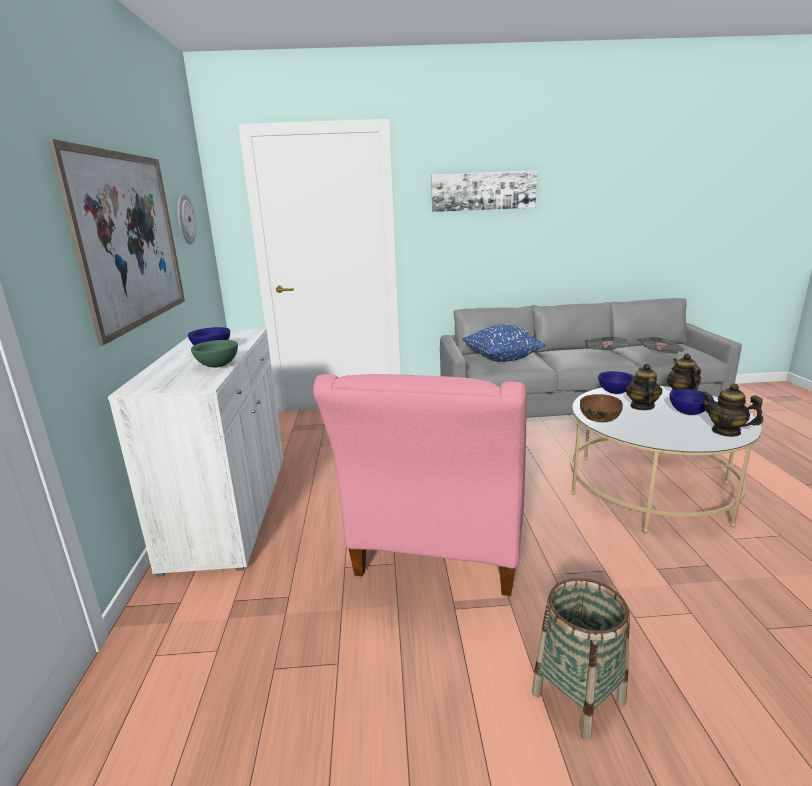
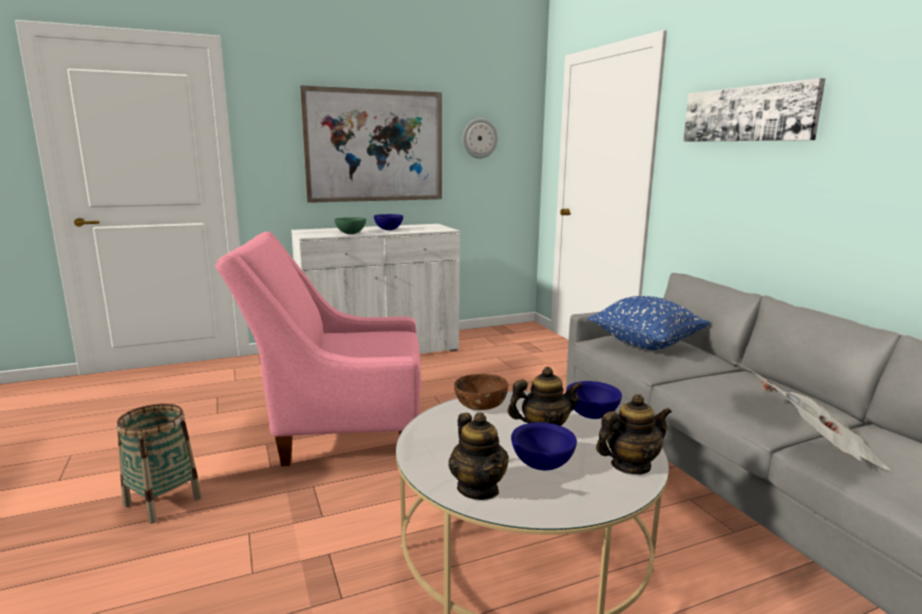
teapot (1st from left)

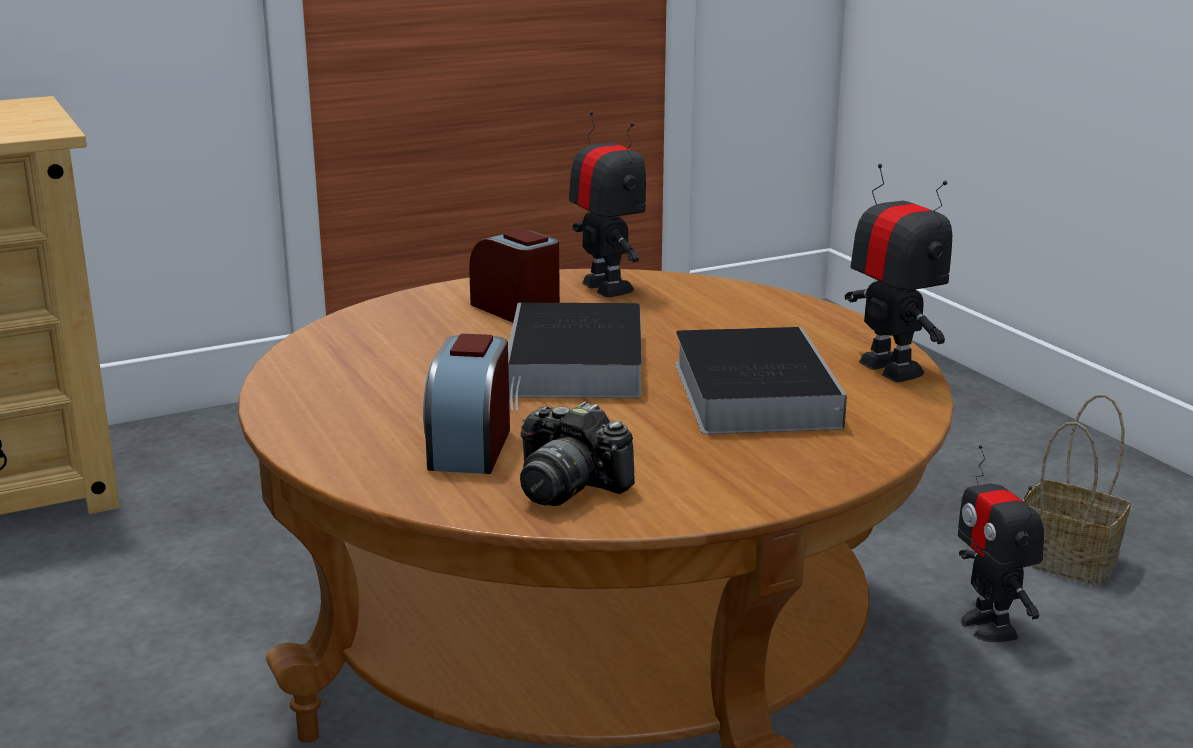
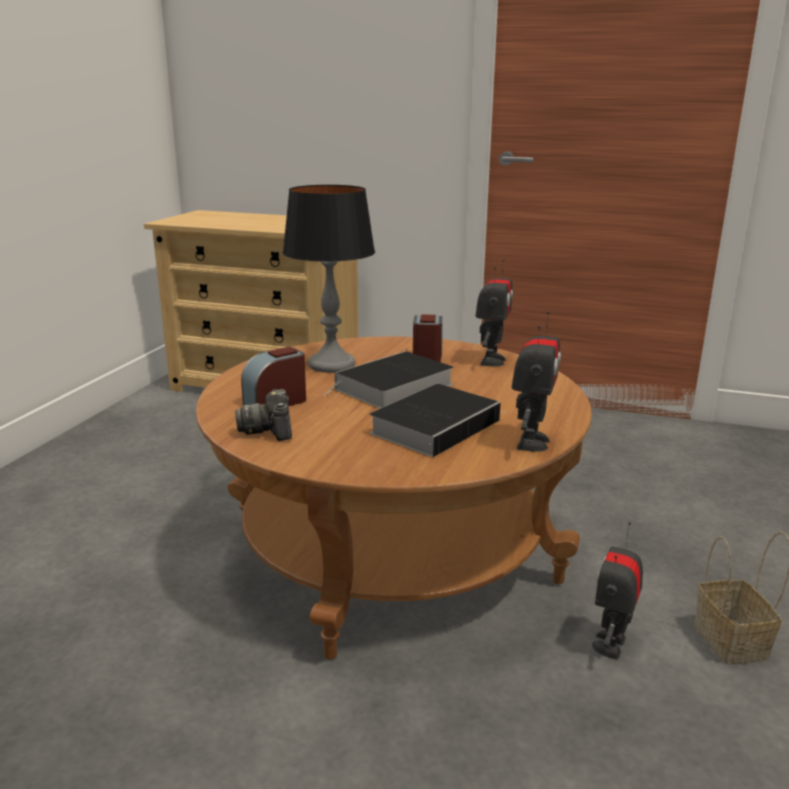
table lamp

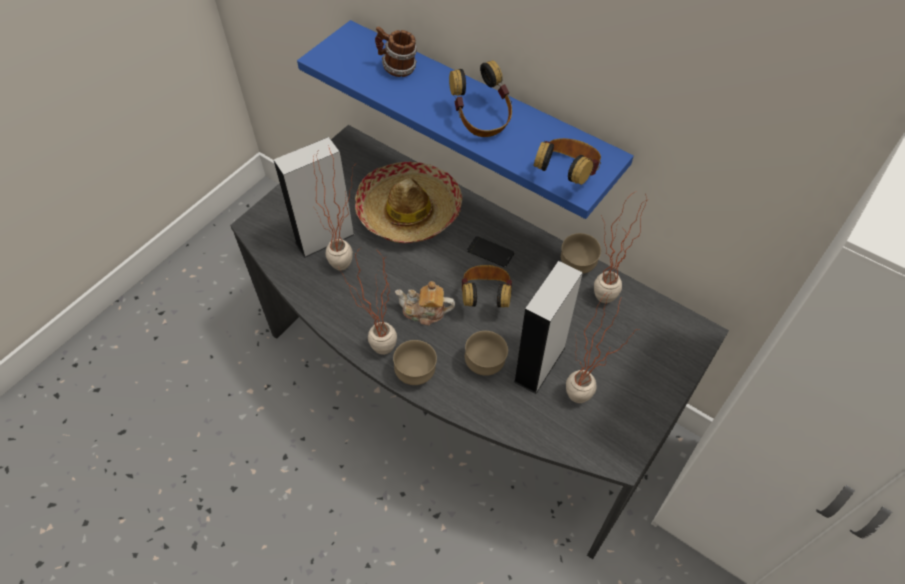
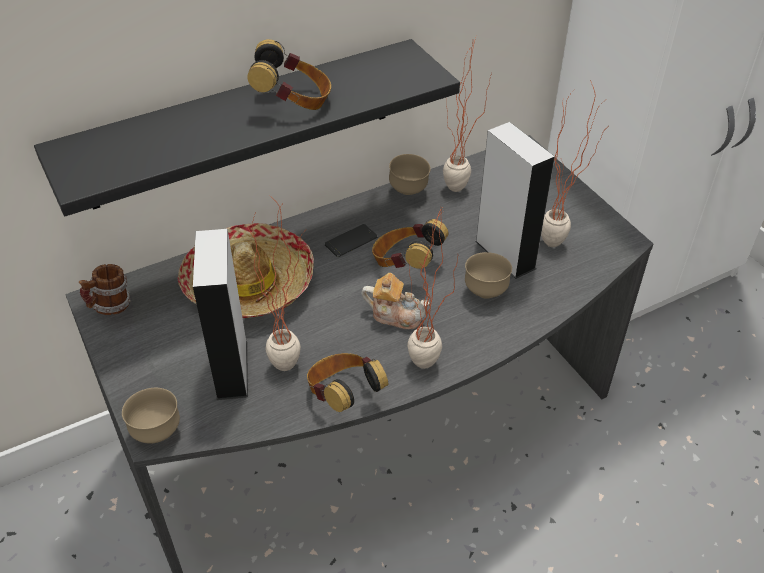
black shelf; mug; brown bowl (1st from left); teapot; headphones (2nd from left)

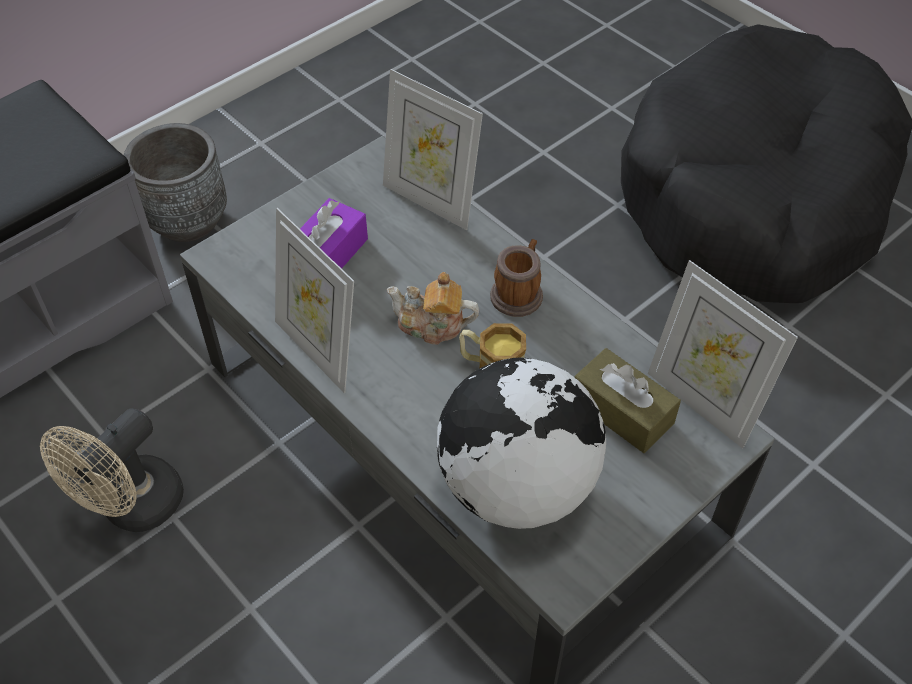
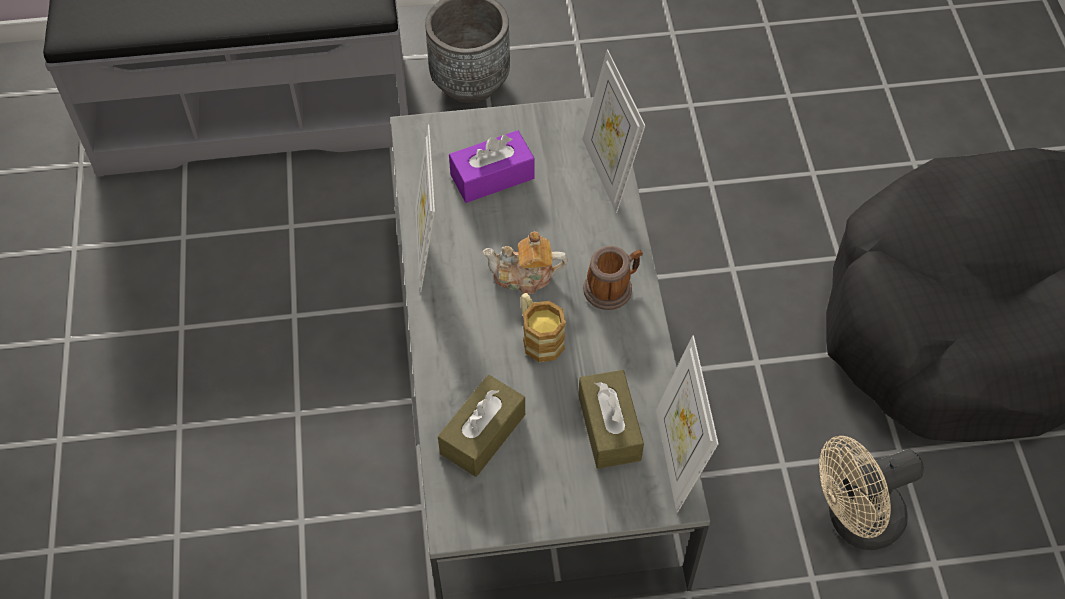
beige fan; teapot; brown tissue box (1st from left)

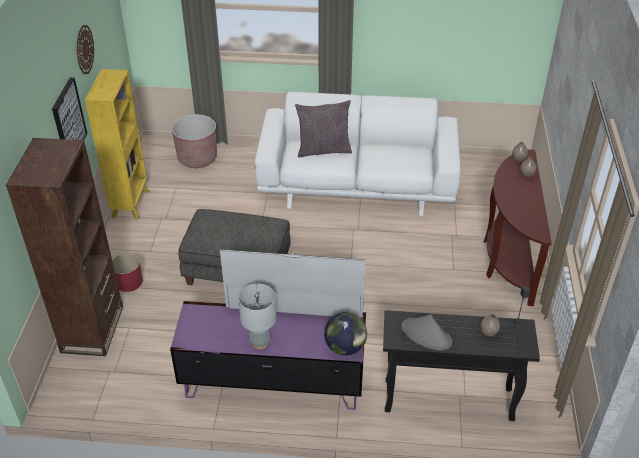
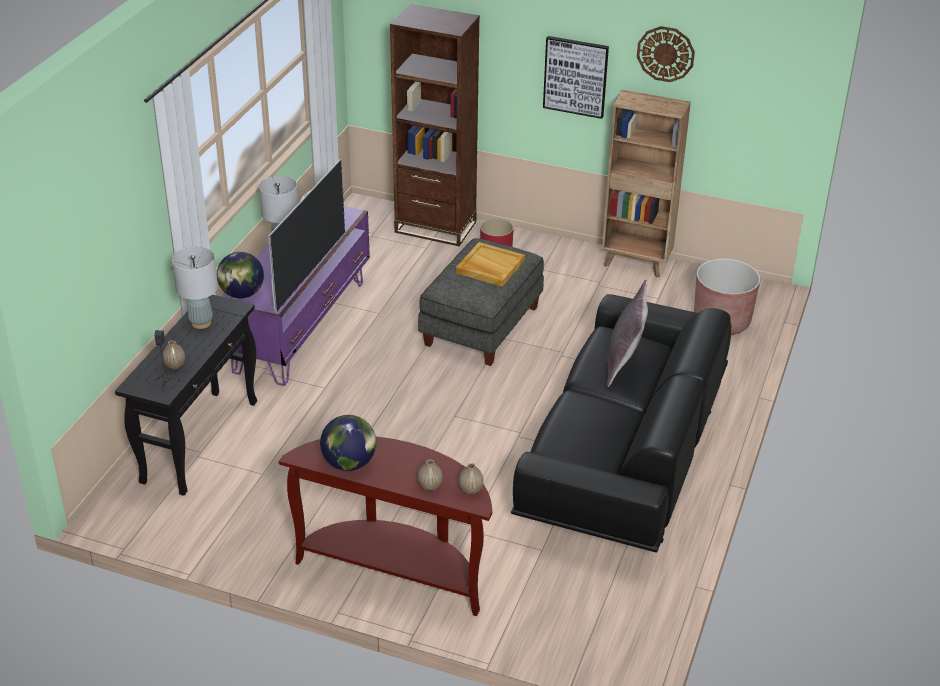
brown bookcase (2nd from left); black sofa; grey table lamp (1st from left); globe (2nd from left); beige tray

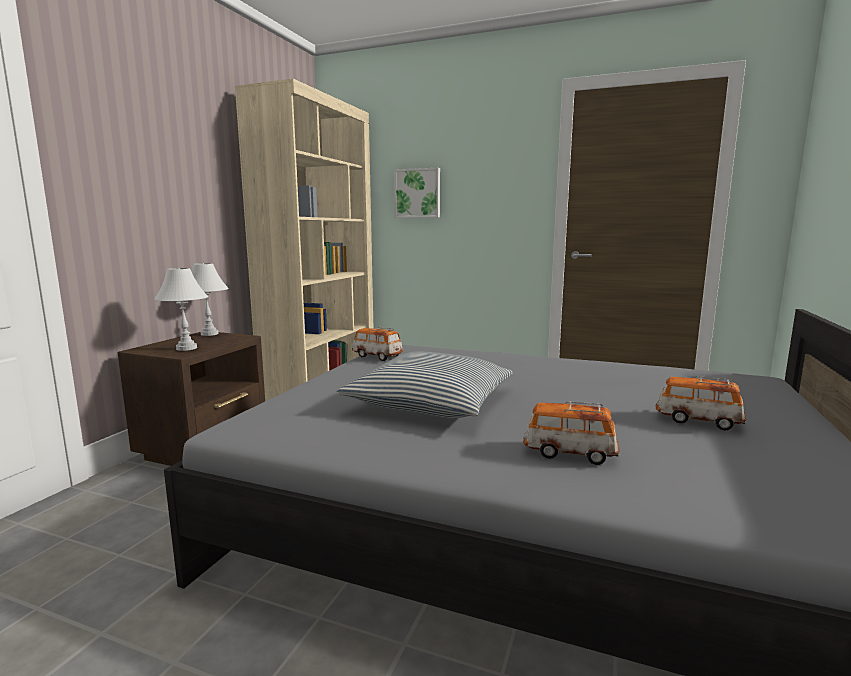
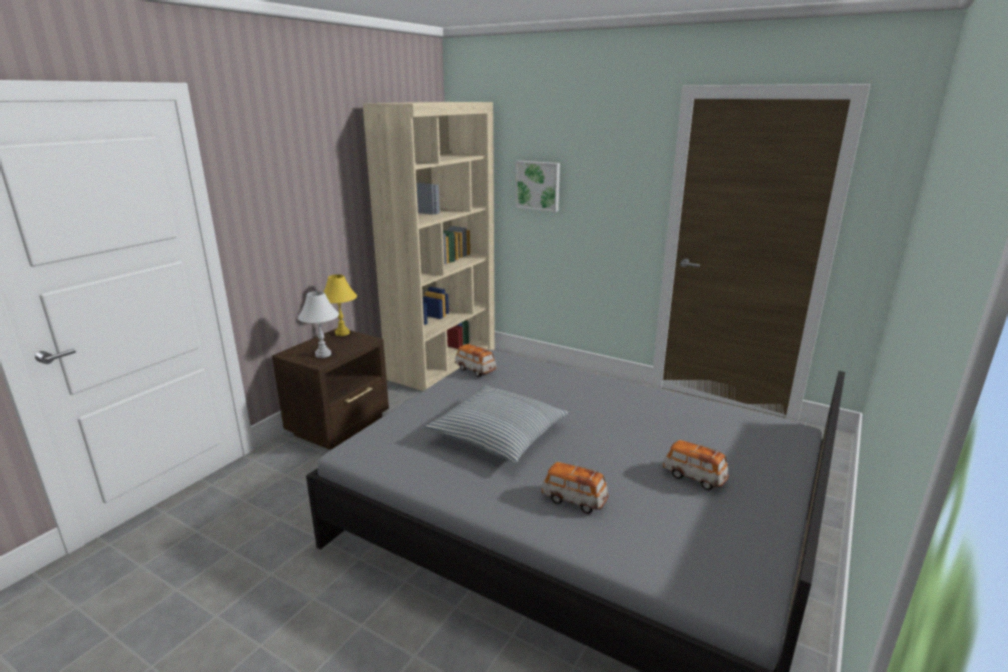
yellow table lamp

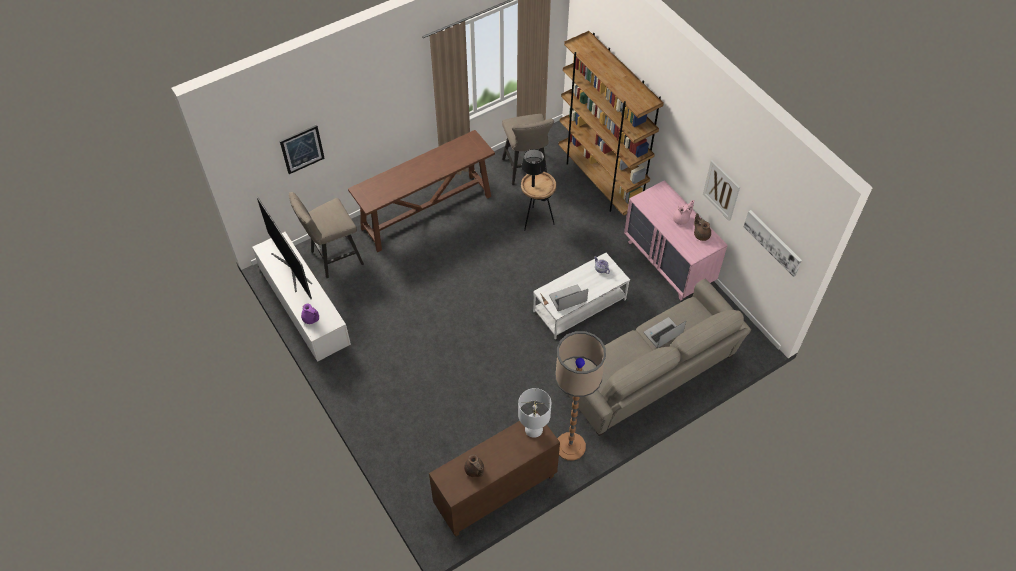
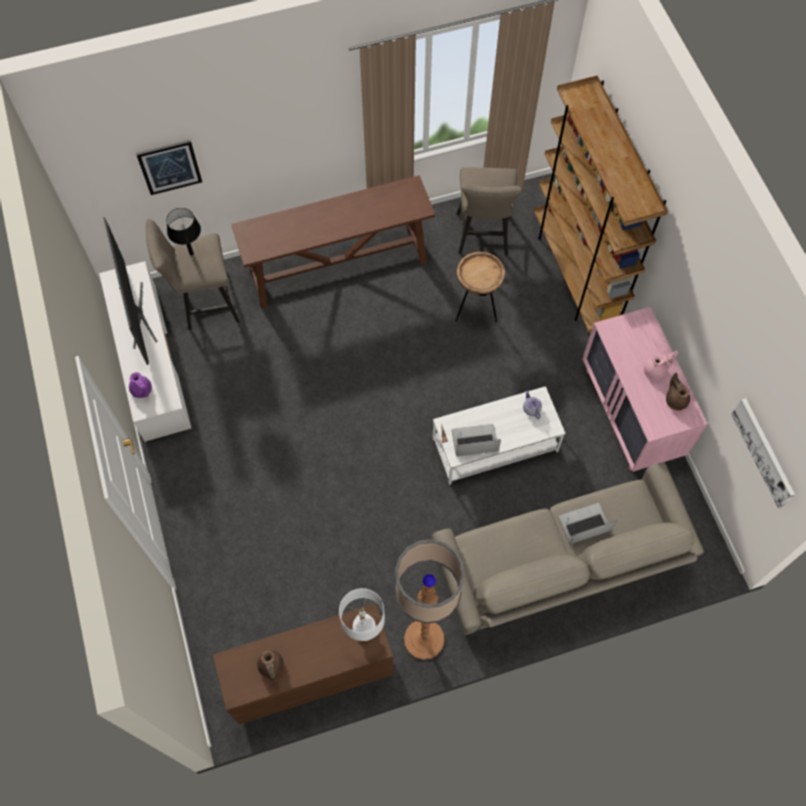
black table lamp; picture (2nd from left in the first image)

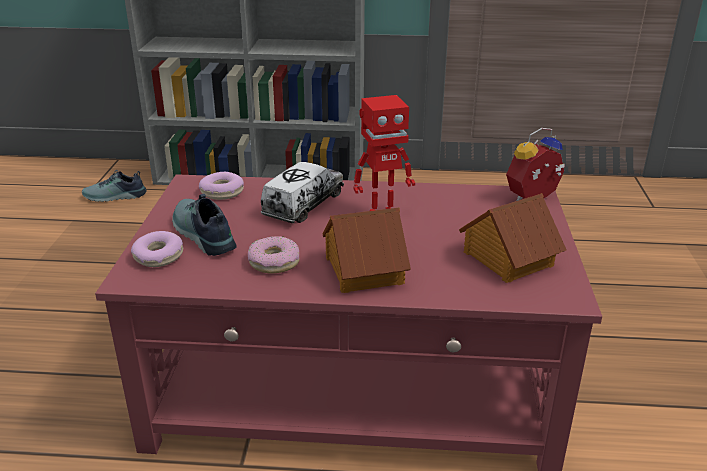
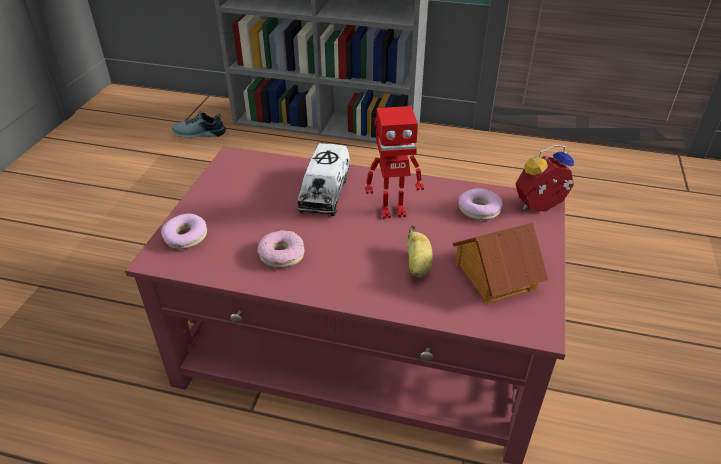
shoe (2nd from left in the first image); donut (3rd from left); toy truck; toy house (1st from left in the first image); banana

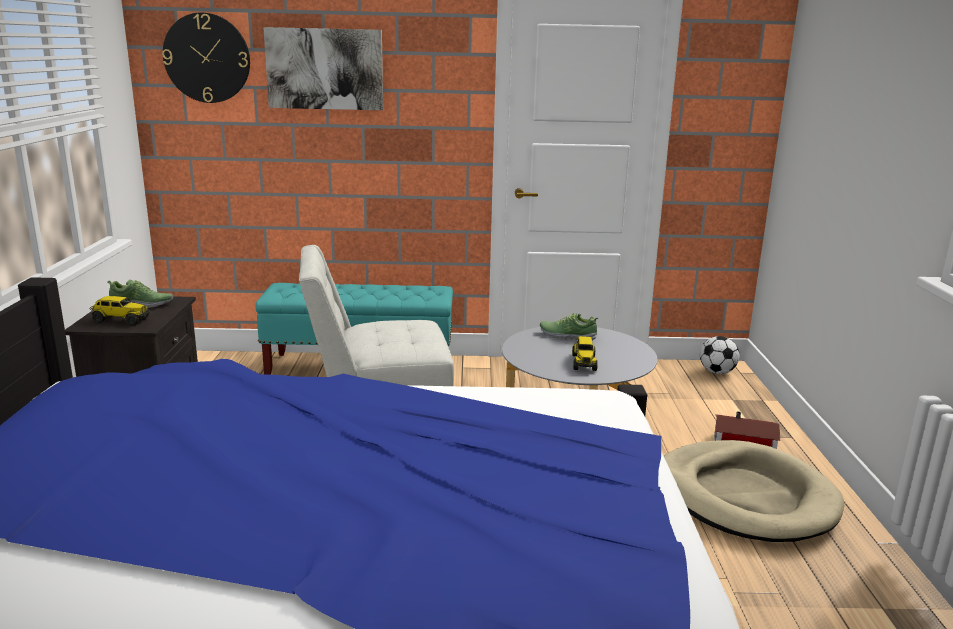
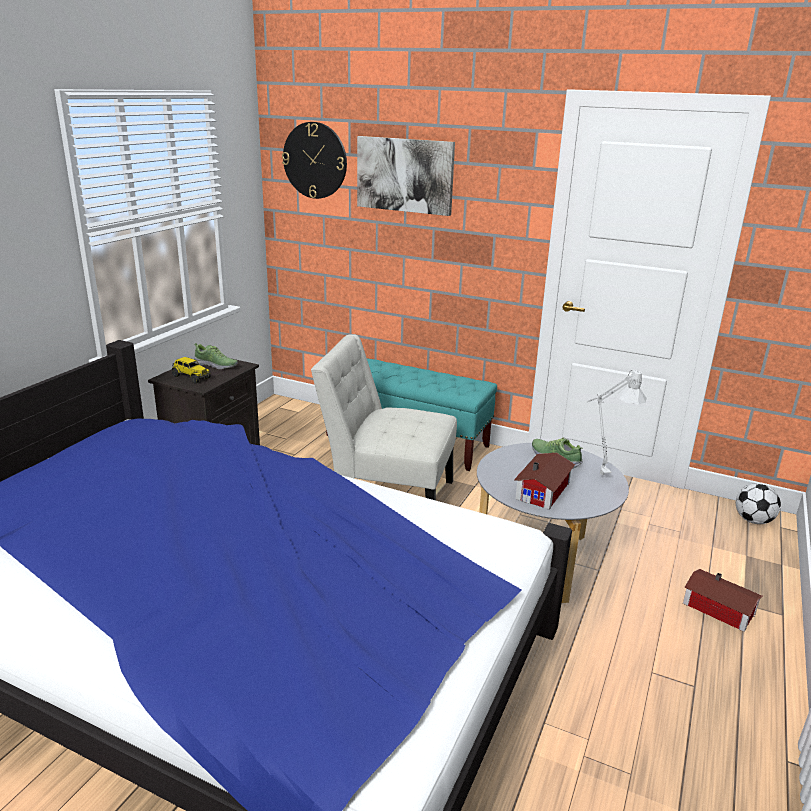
toy house (1st from left); beige dog bed; grey table lamp

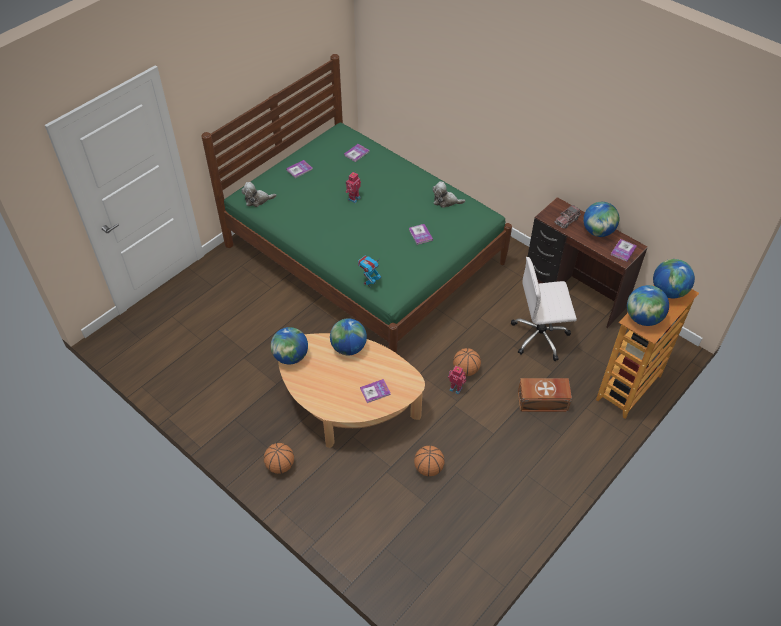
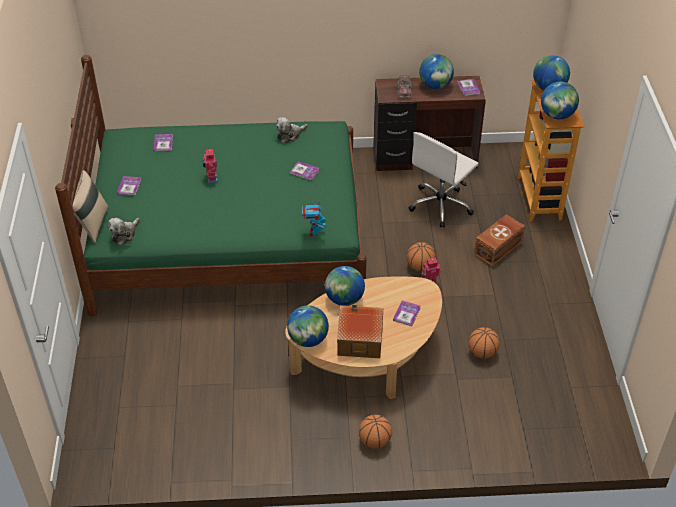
beige pillow; toy house

